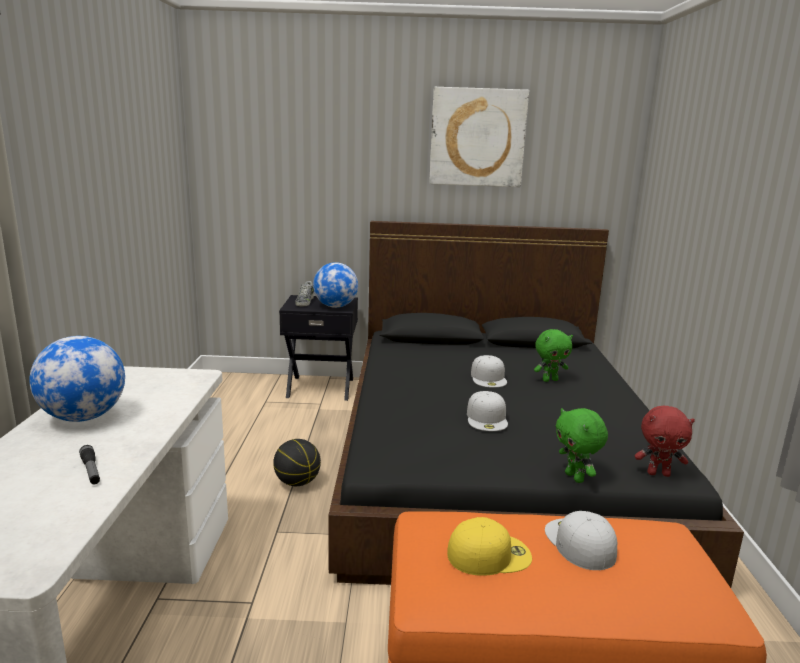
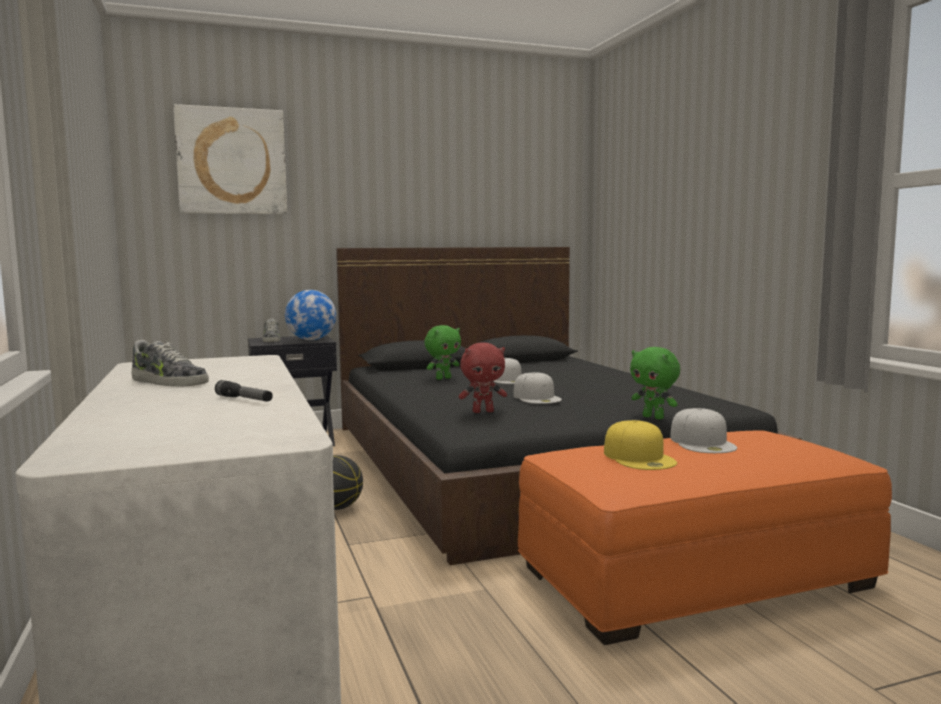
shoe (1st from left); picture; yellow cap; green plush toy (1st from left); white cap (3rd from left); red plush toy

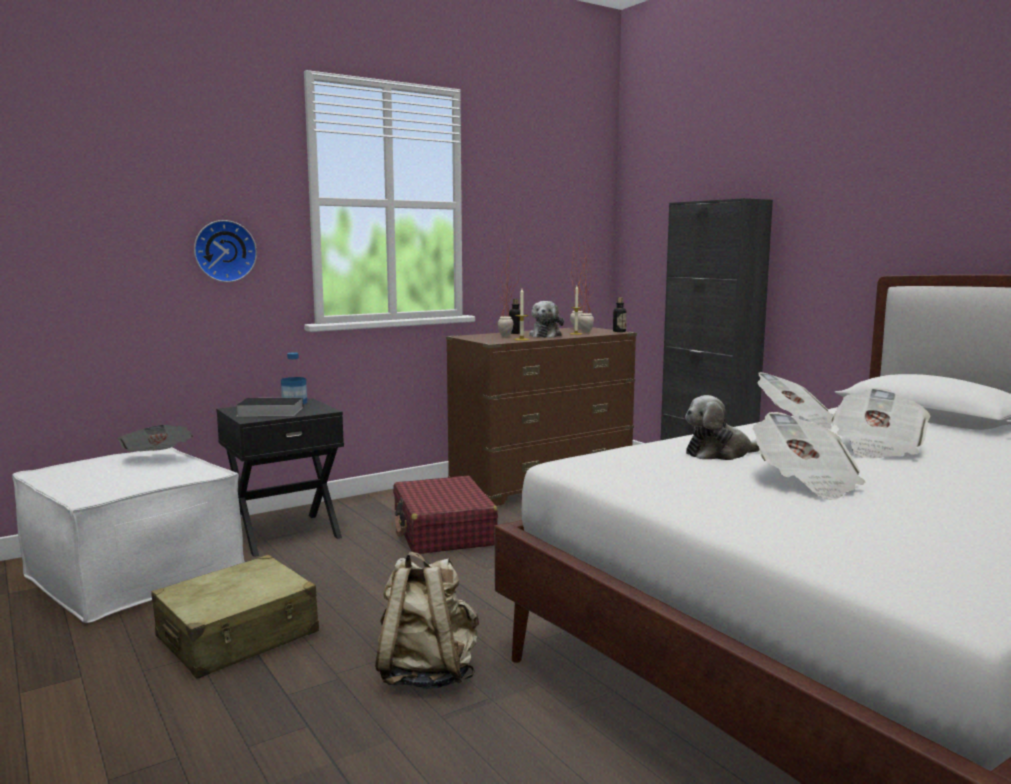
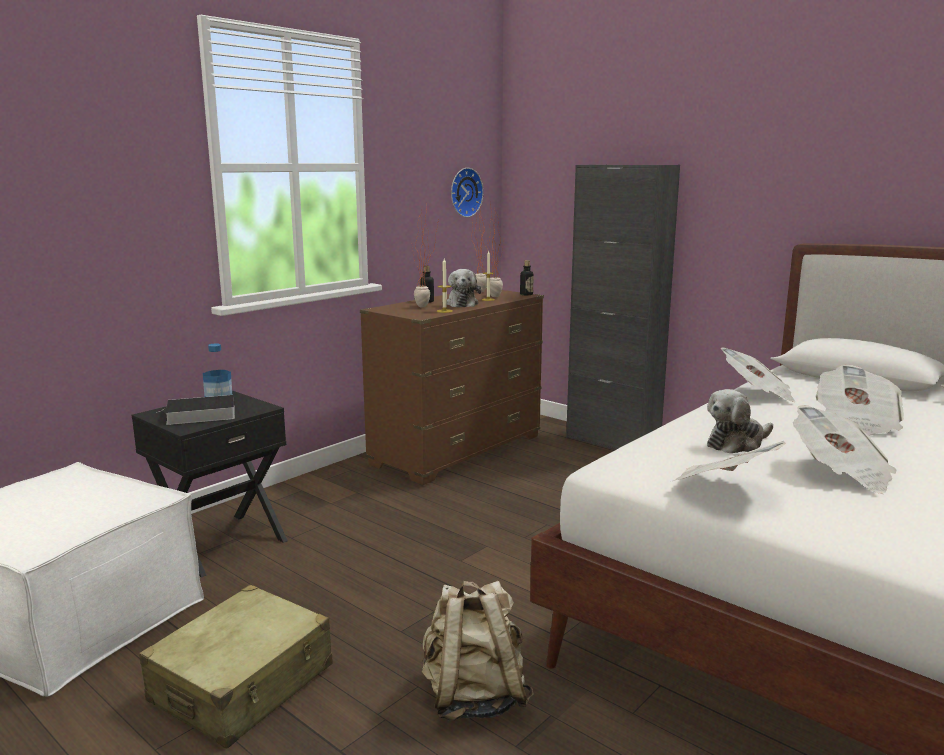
newspaper (1st from left); wall clock; red suitcase

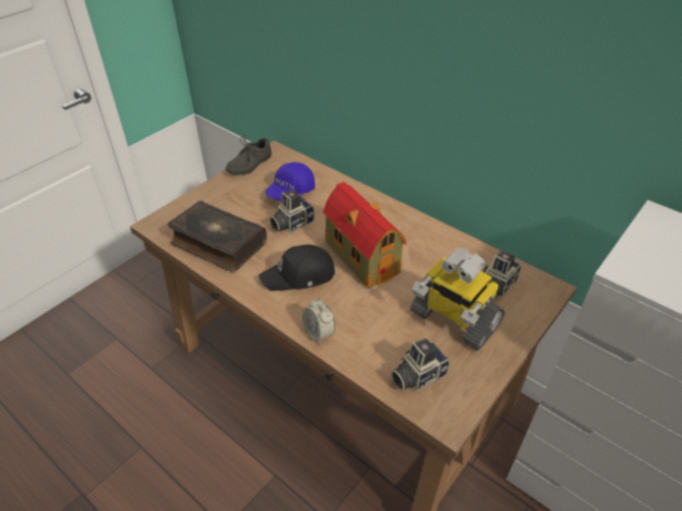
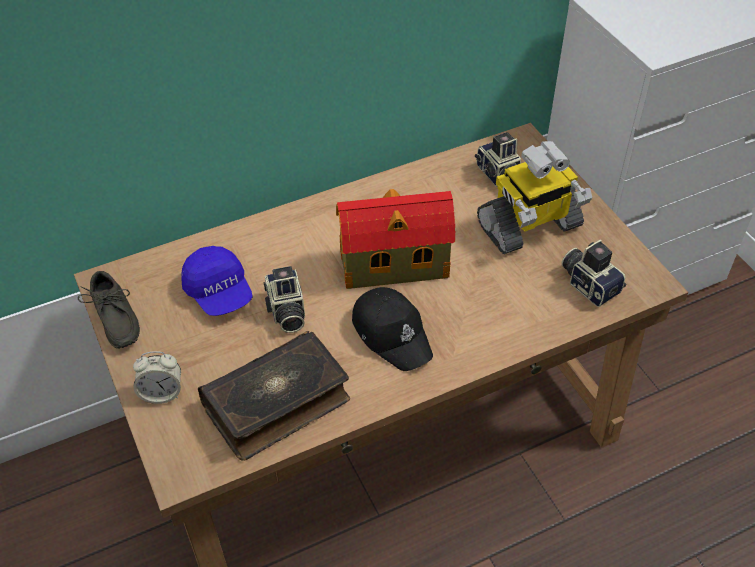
black cap; alarm clock; photo camera (3rd from left)

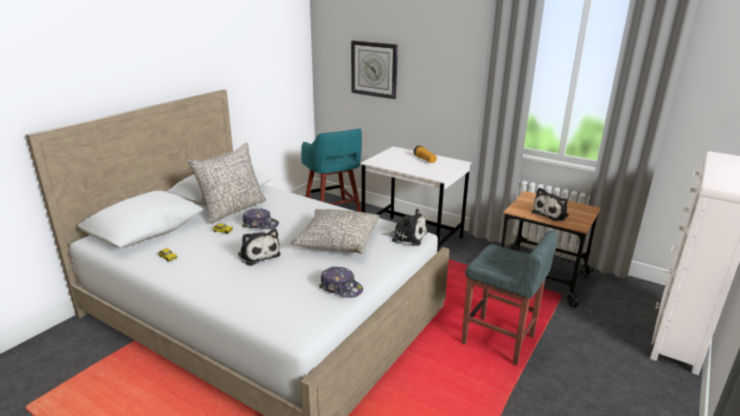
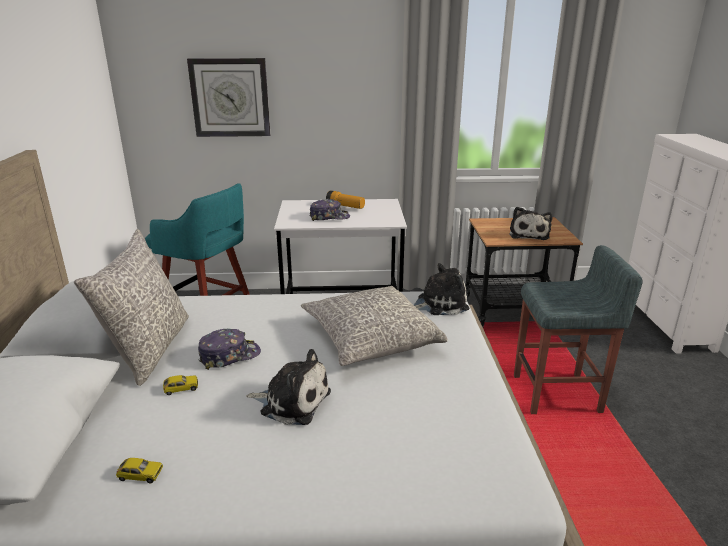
cap (2nd from left)

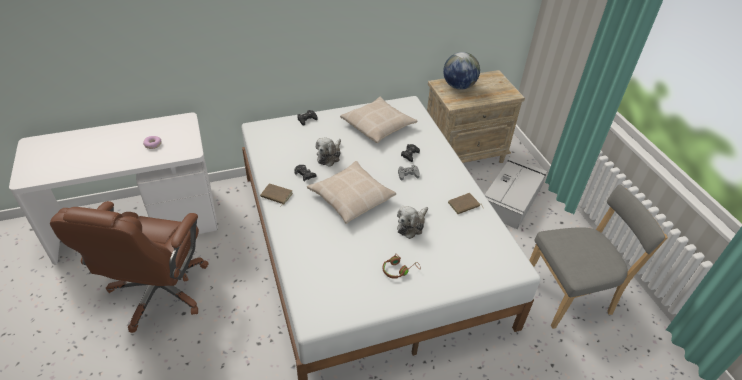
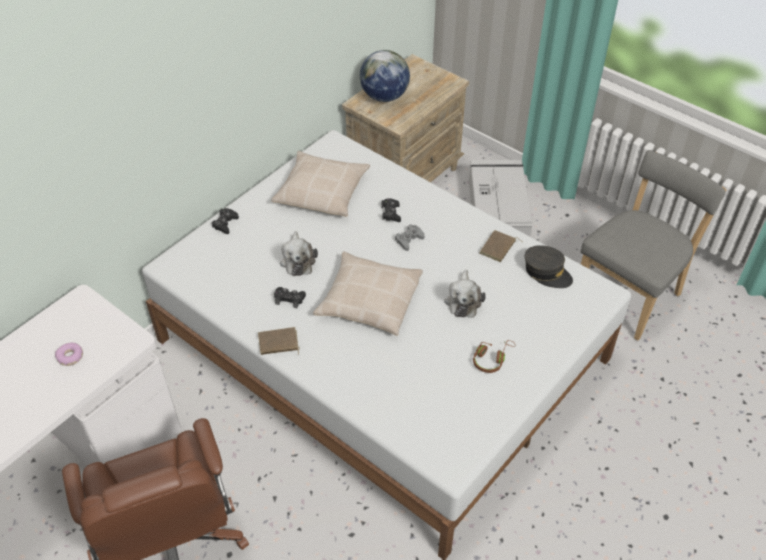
grey cap

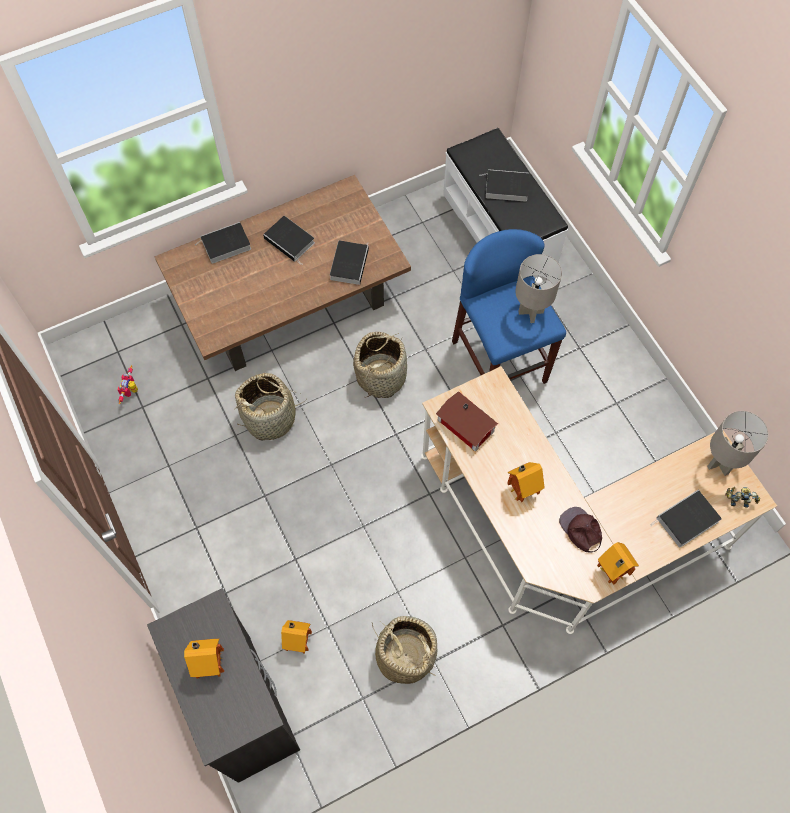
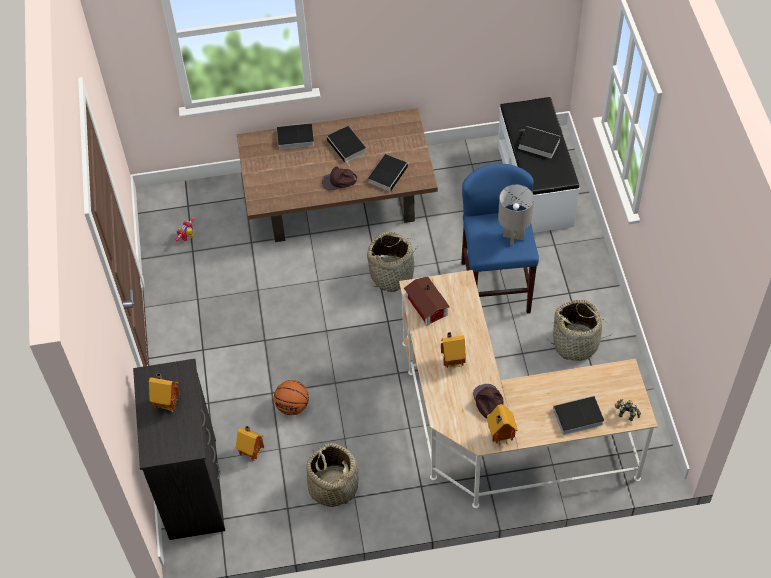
basket (3rd from left); grey table lamp (2nd from left in the first image); basketball; brown cap (1st from left)

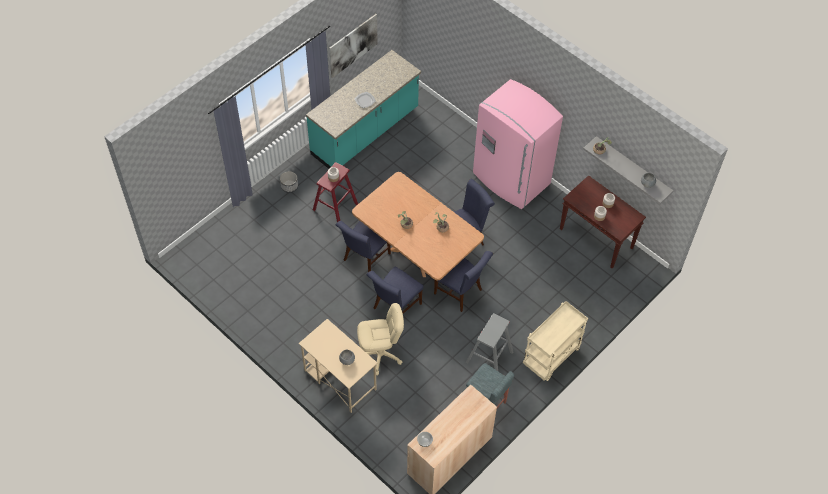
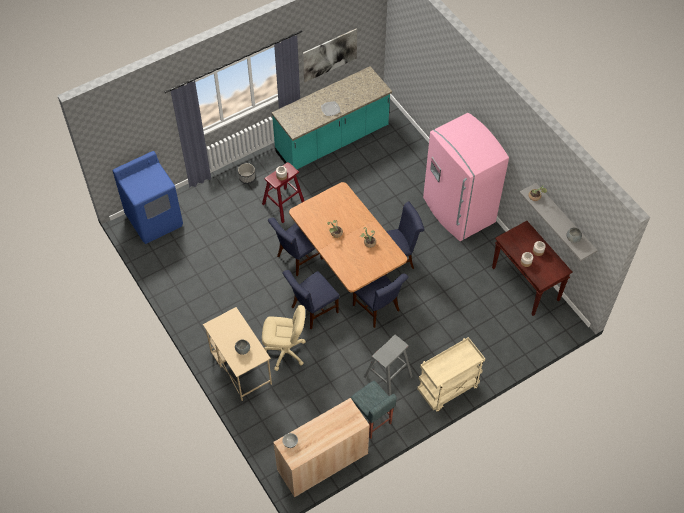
blue washing machine

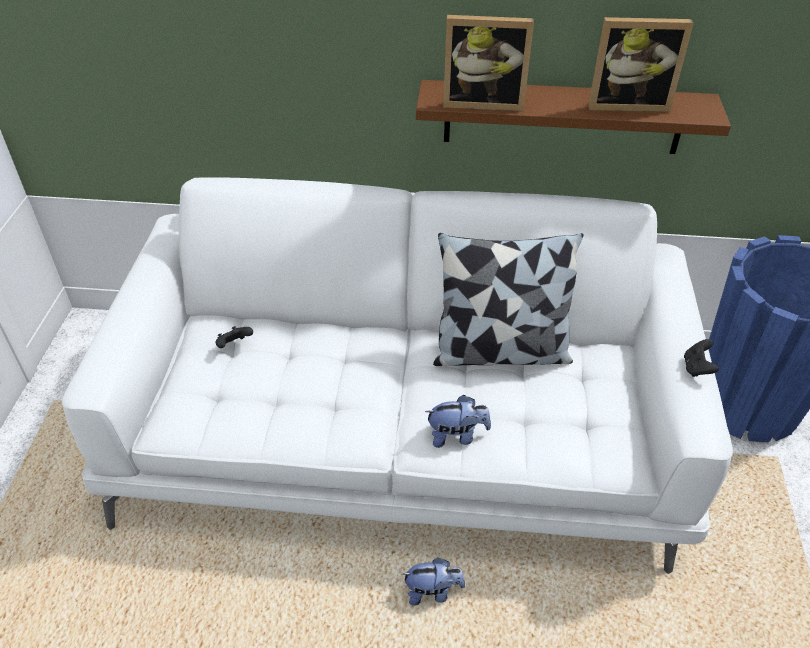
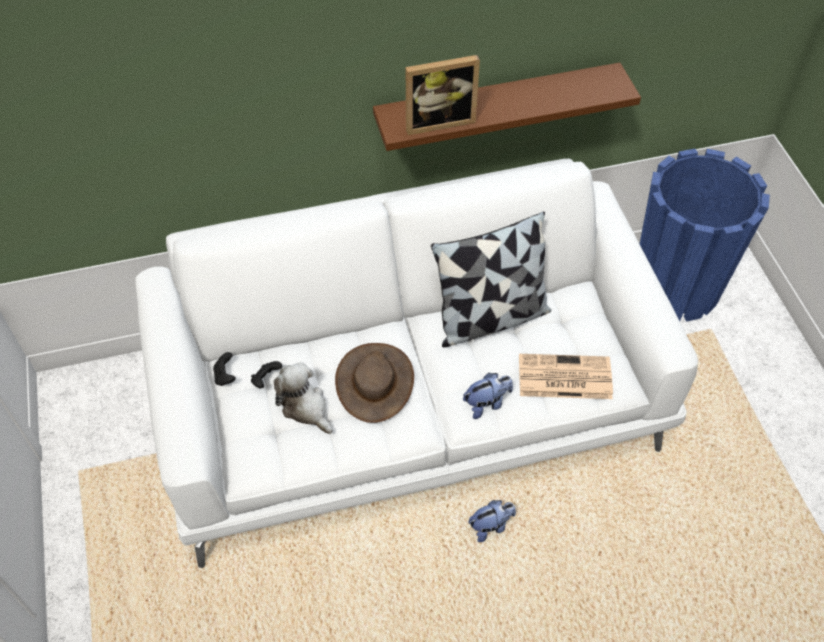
picture frame (2nd from left in the first image); black game controller (1st from left); plush toy (1st from left); brown hat; newspaper

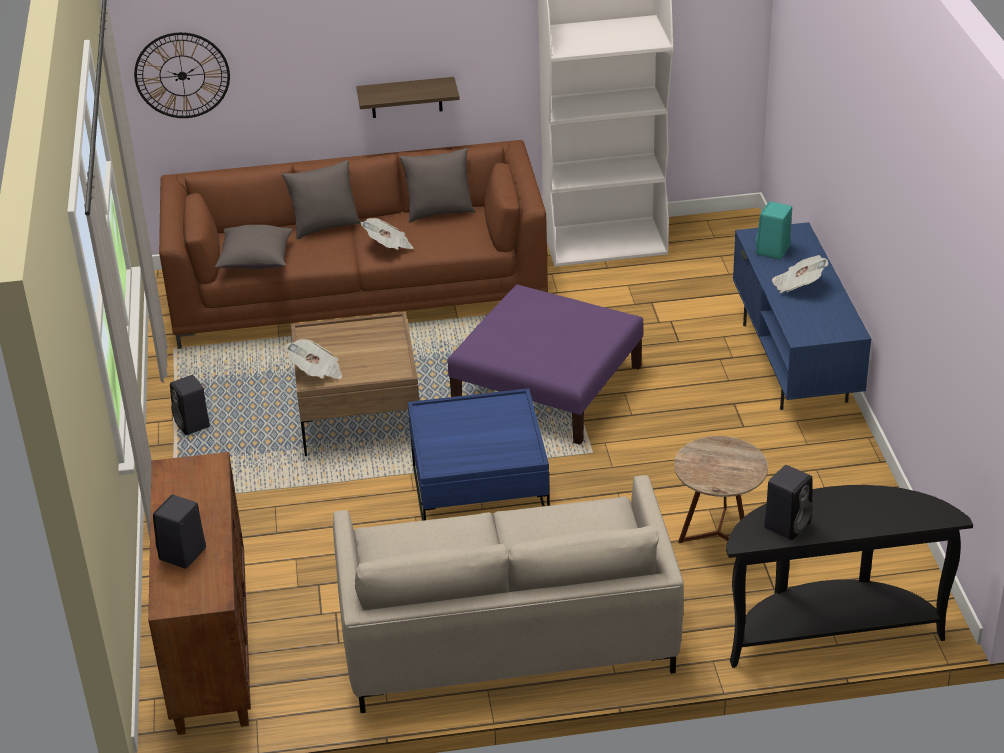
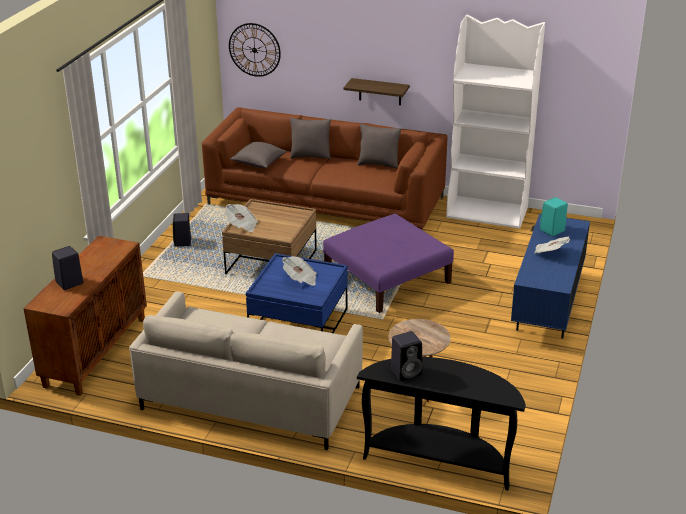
newspaper (2nd from left)

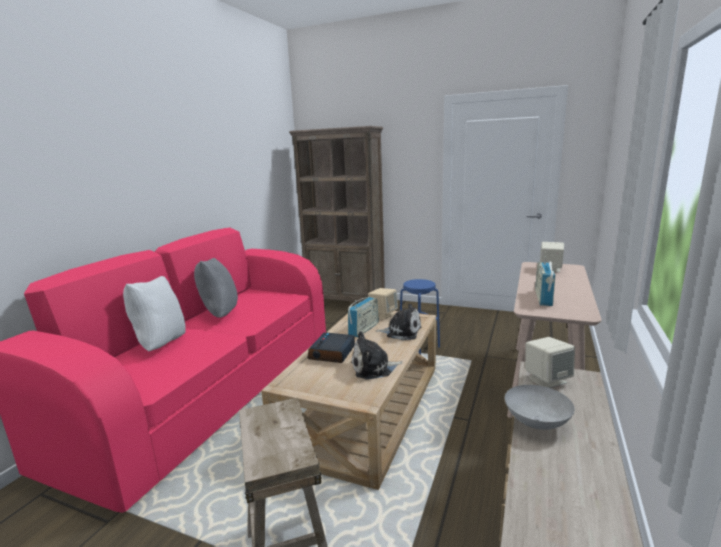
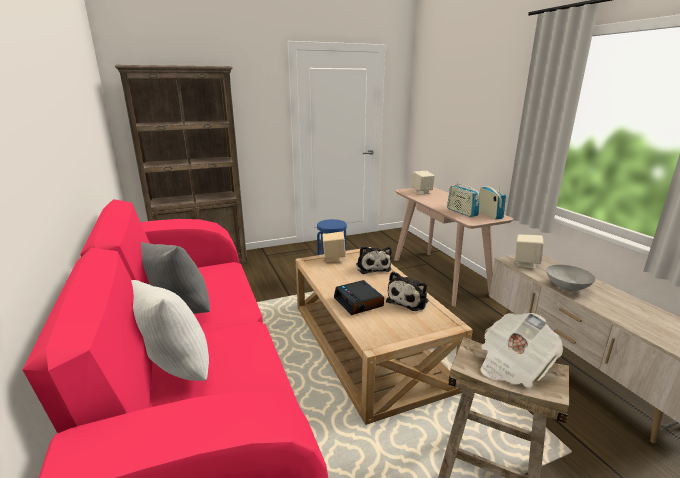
radio (2nd from left); plush toy (1st from left); newspaper

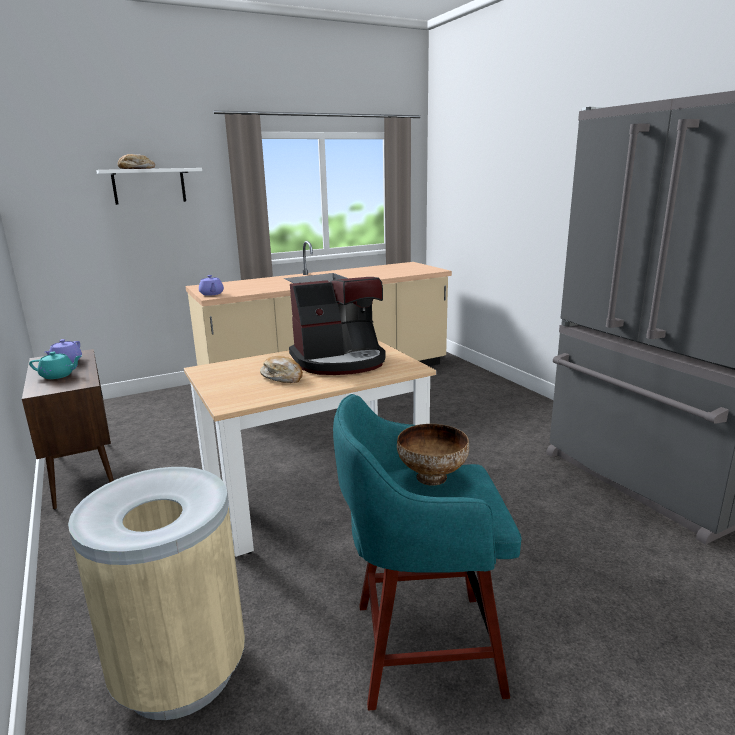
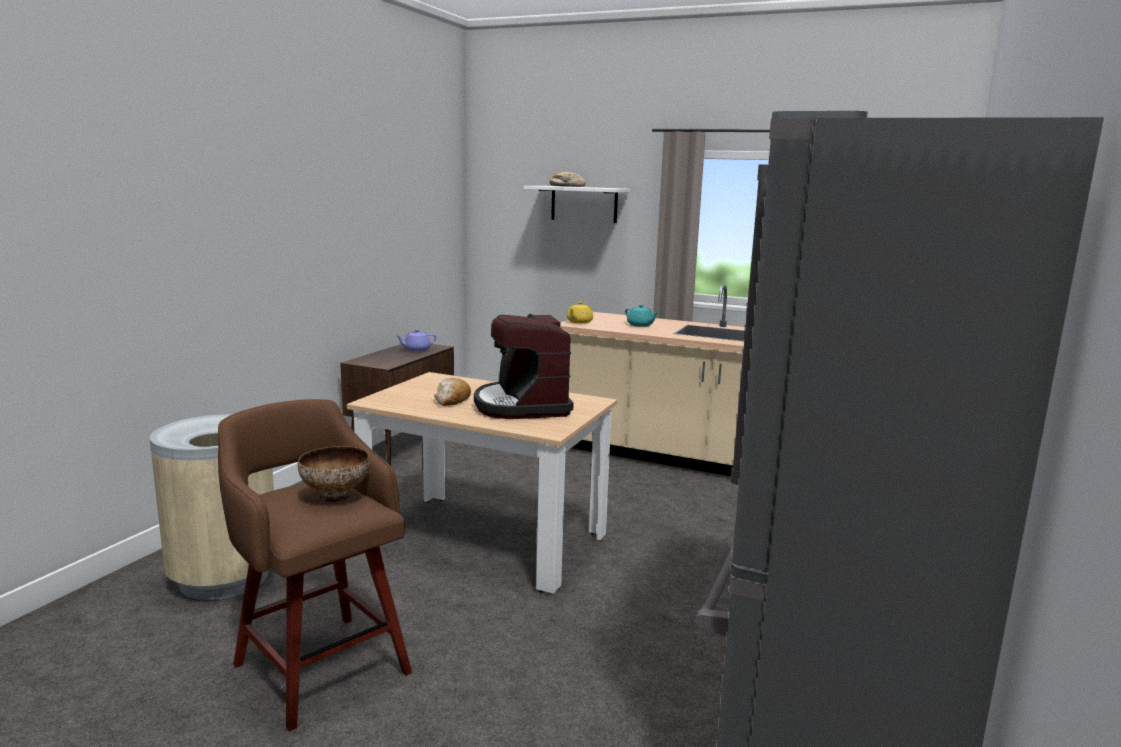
turquoise teapot; yellow teapot; coffee machine; brown stool

